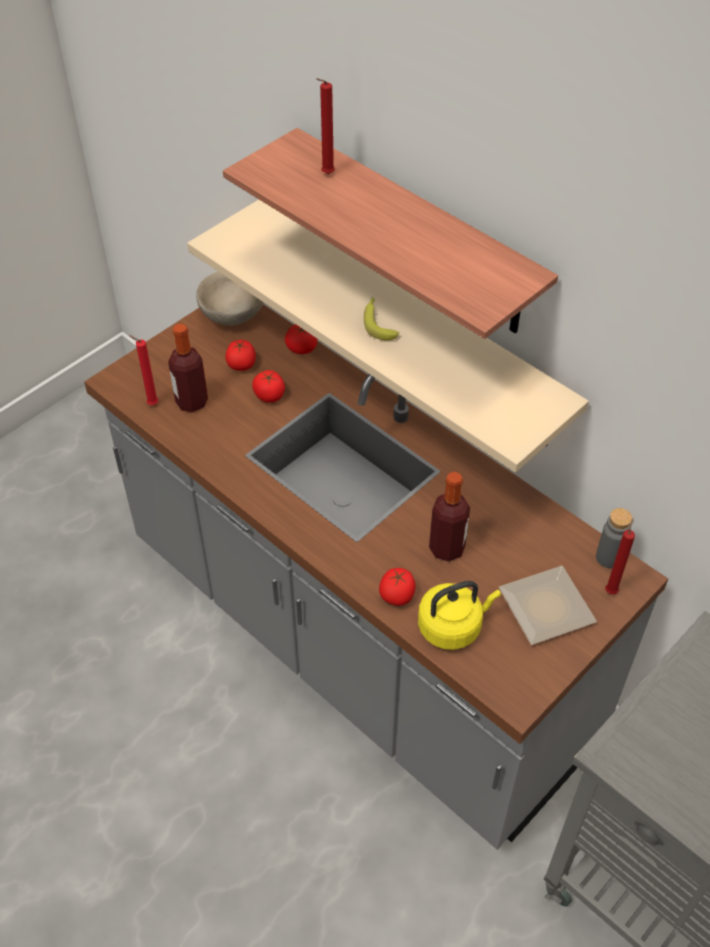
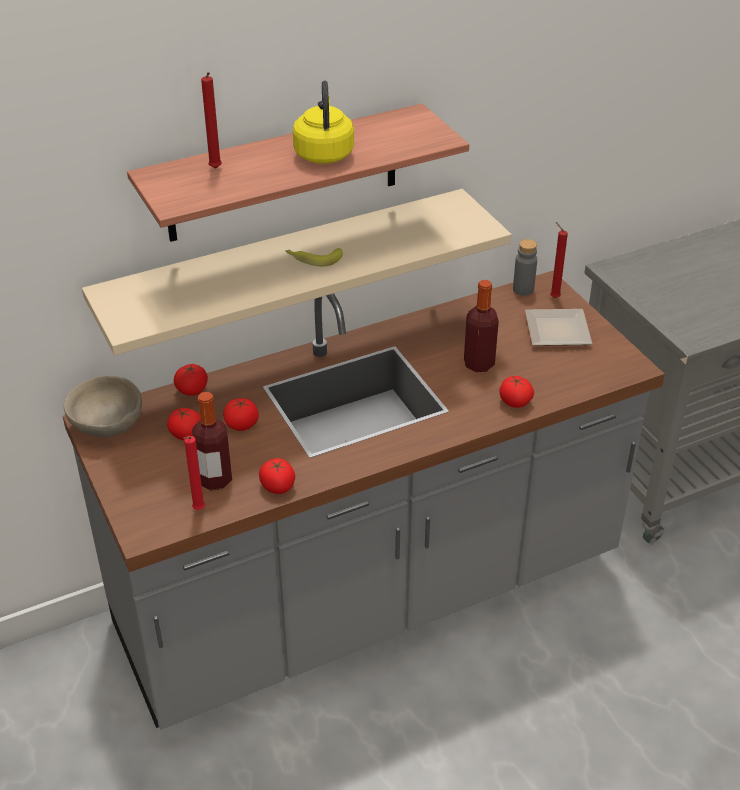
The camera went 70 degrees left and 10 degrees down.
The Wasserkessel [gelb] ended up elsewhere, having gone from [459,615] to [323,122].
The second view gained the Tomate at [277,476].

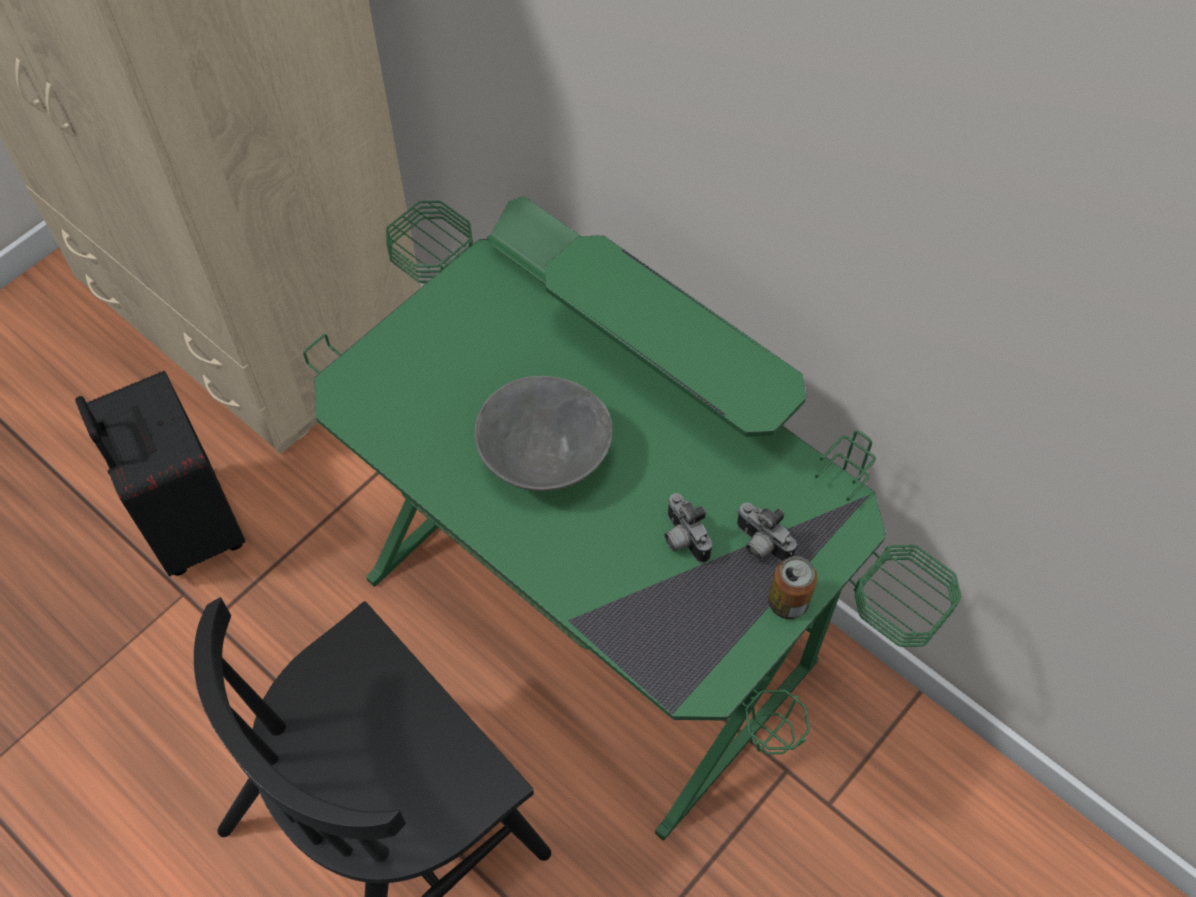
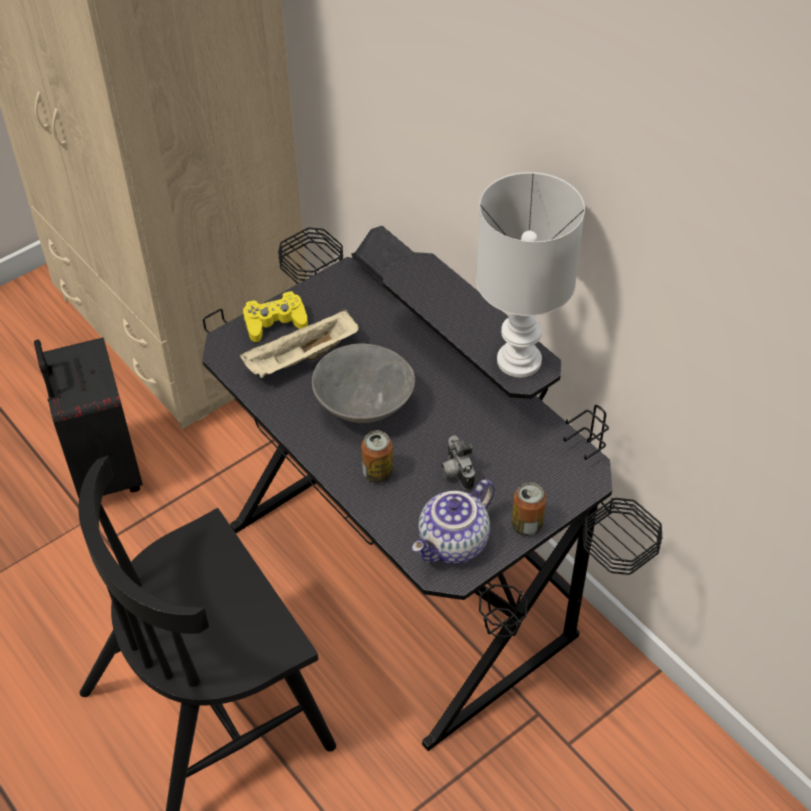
The camera went 10 degrees right and 10 degrees down.
What was the Schreibtisch [grün] at [632,518] turned into the Schreibtisch [schwarz] at [432,488].
The second view lost the Kamera at [767,532].
The second view gained the Tischlampe [weiß] at [530,275].
The second view gained the Gamepad [gelb] at [275,316].
The second view gained the Tablett [beige] at [299,343].
The second view gained the Dose at [377,456].
The second view gained the Teekanne at [453,521].

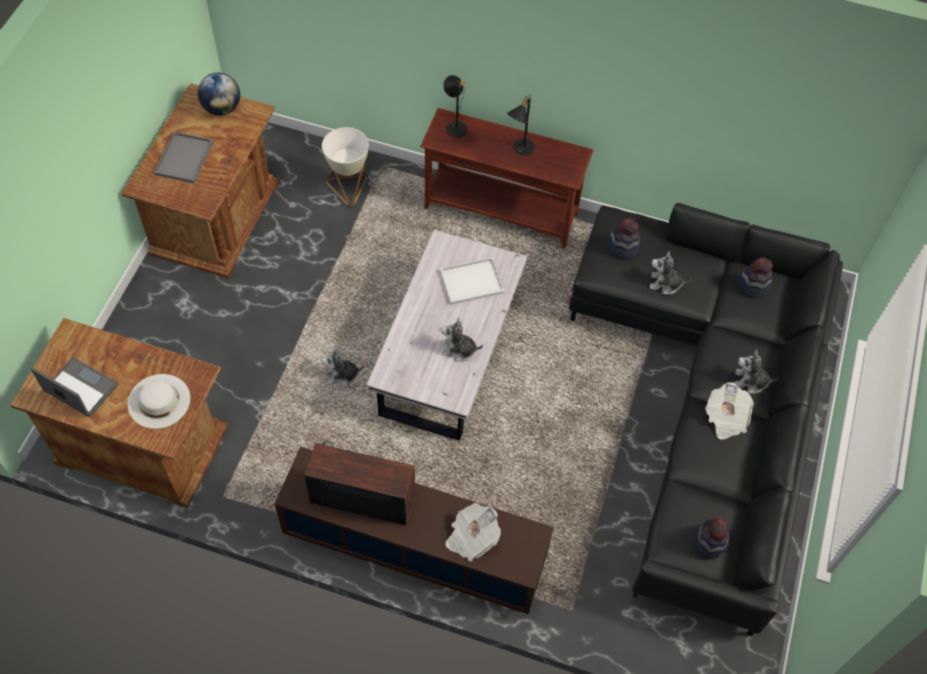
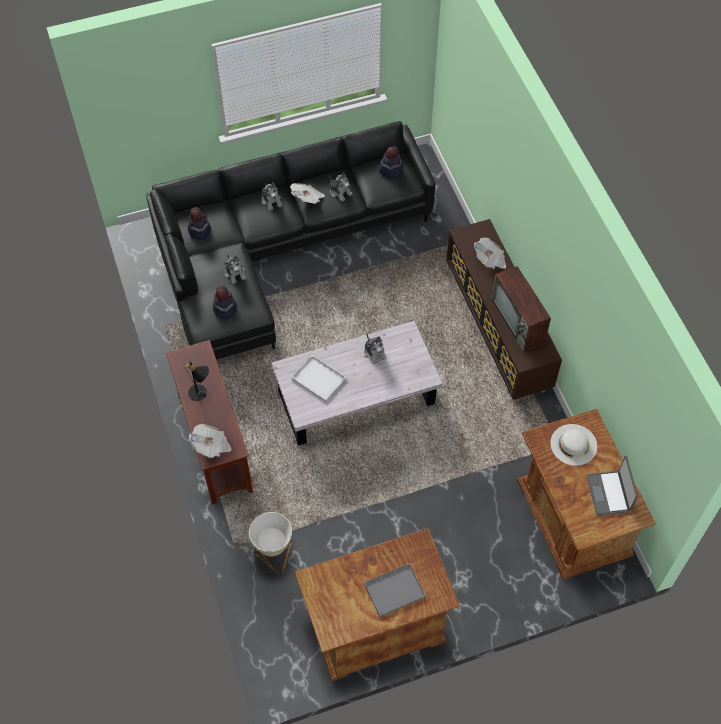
The camera went 125 degrees left and 0 degrees up.
The second view lost the Globus at [219,94].
Where the Tischlampe [schwarz] stood at [455,106], the Zeitung came to stand at [210,441].
The Plüschtier ended up elsewhere, having gone from [342,366] to [341,187].

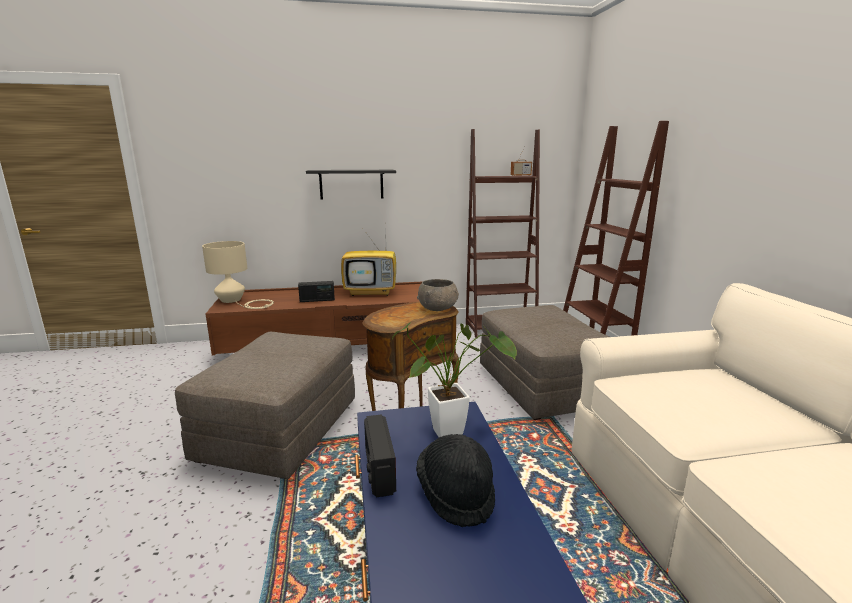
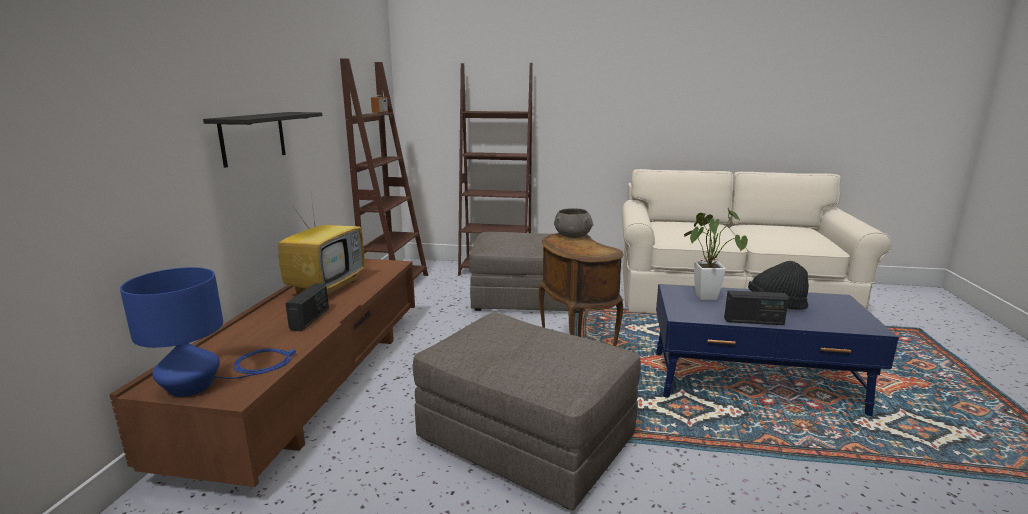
The camera went 70 degrees left and 0 degrees up.
What was the Tischlampe [beige] at [238,275] turned into the Tischlampe [blau] at [208,332].

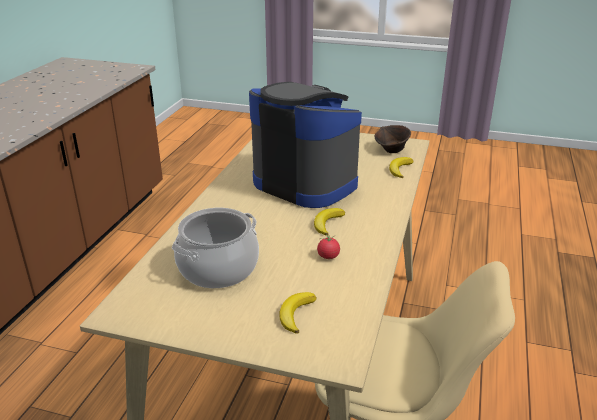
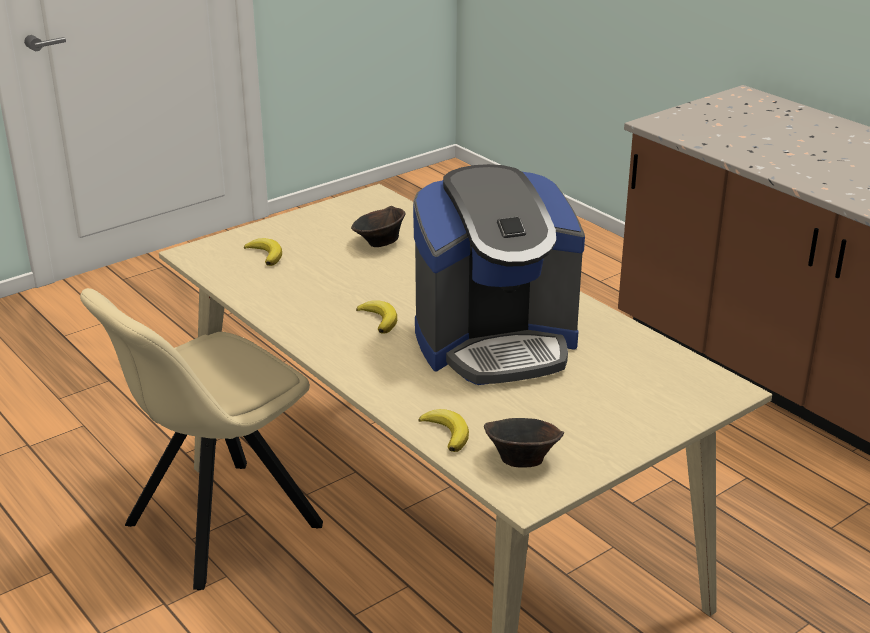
The camera went 125 degrees right and 0 degrees up.
Where the Kochtopf stood at [215,248], the Schüssel [braun] came to stand at [378,226].
The second view lost the Tomate at [328,246].

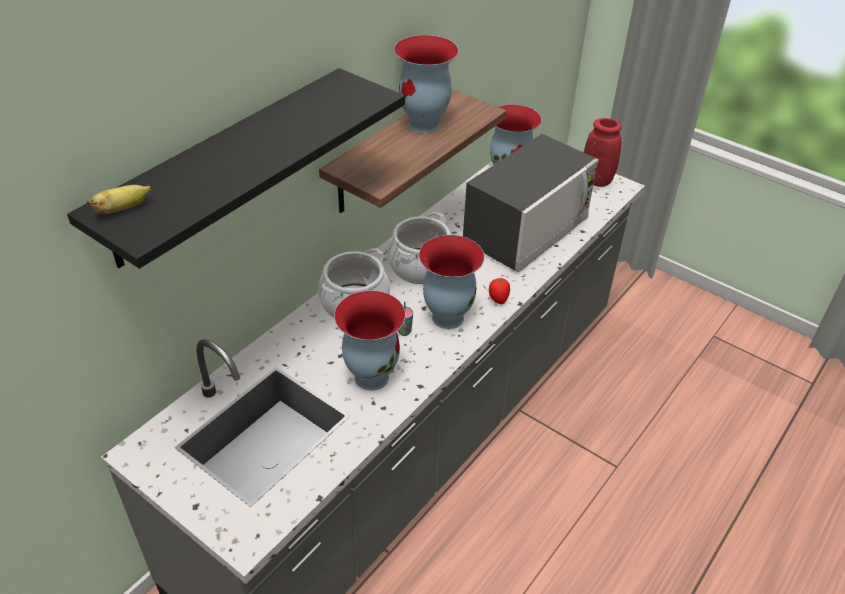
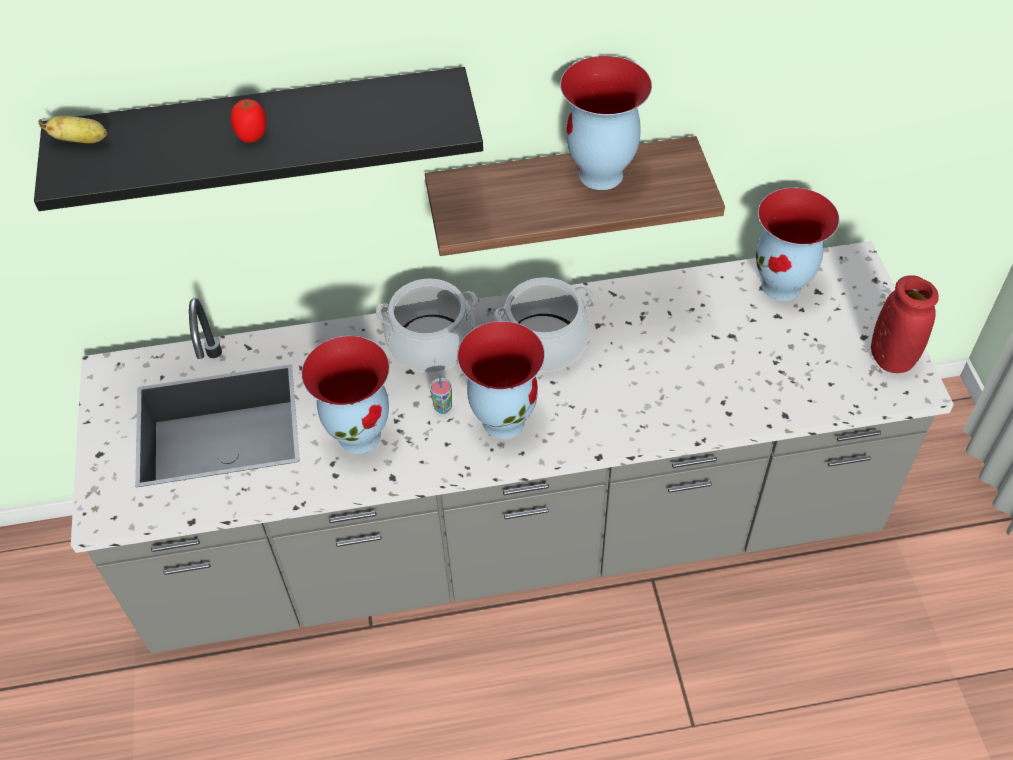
The camera went 45 degrees right and 10 degrees up.
The second view lost the Mikrowelle at [530,203].
The Tomate ended up elsewhere, having gone from [499,291] to [248,121].

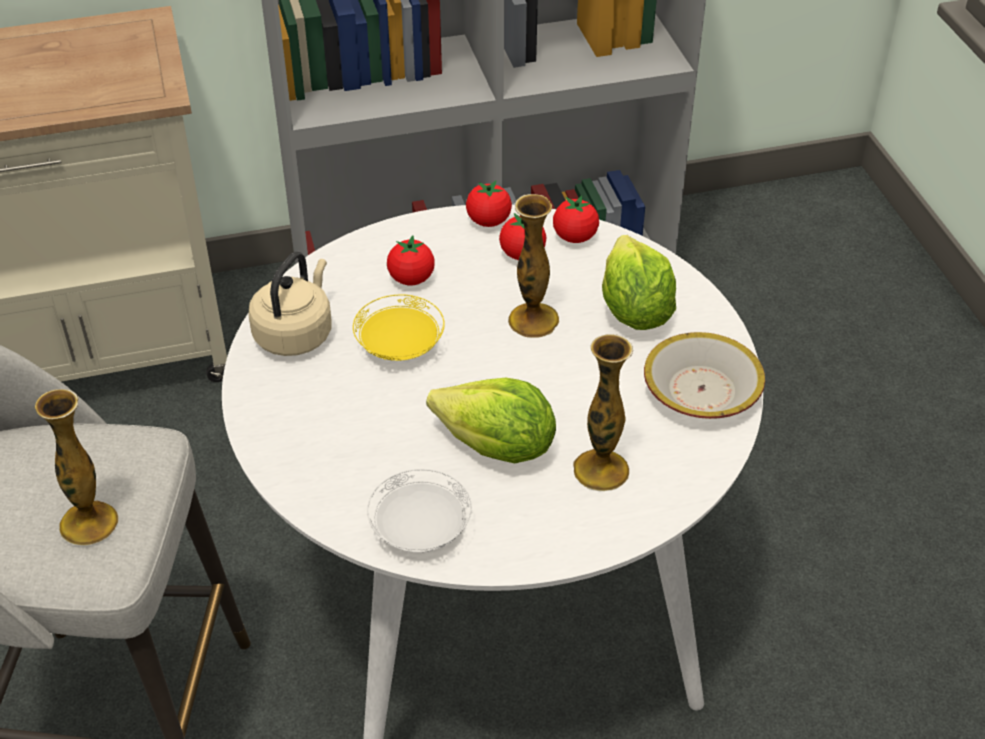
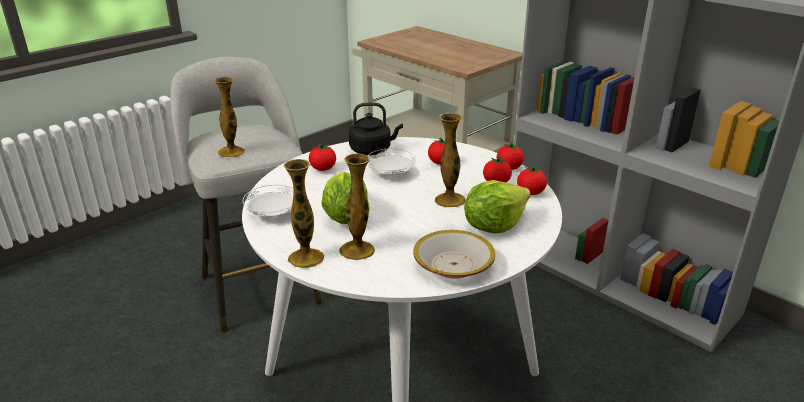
The camera went 60 degrees right and 15 degrees down.
What was the Wasserkessel [beige] at [290,304] turned into the Wasserkessel [schwarz] at [376,128].
What was the Teller [gelb] at [399,327] turned into the Teller [weiß] at [391,161].
The second view gained the Tomate at [322,157].
The second view gained the Vase at [303,213].

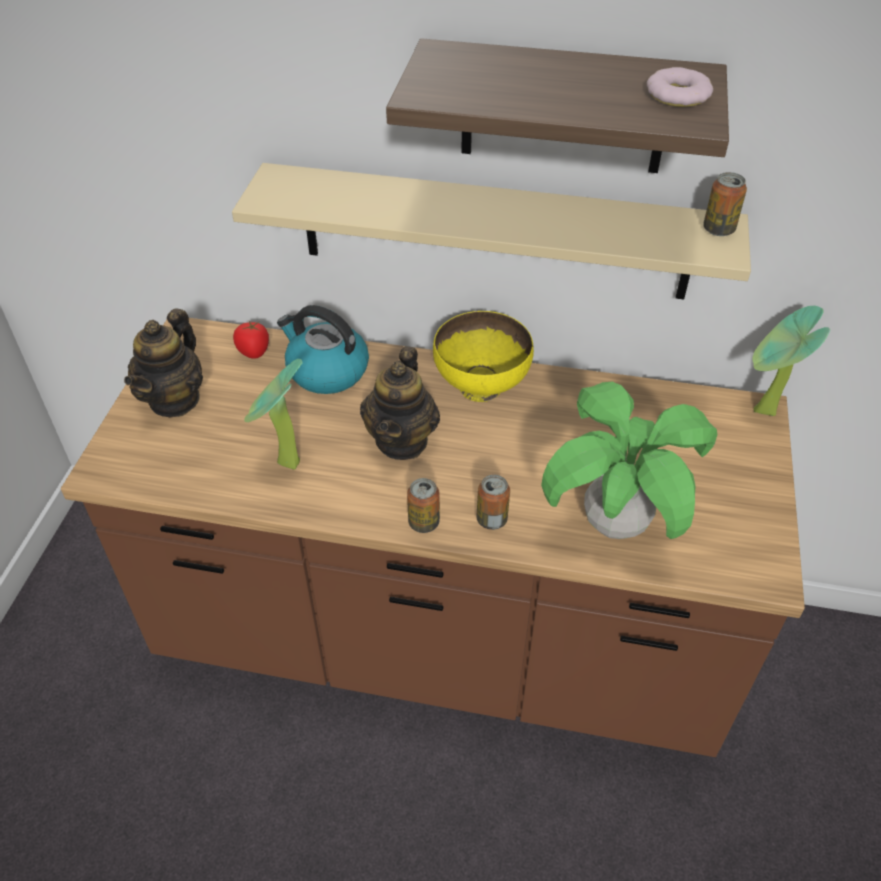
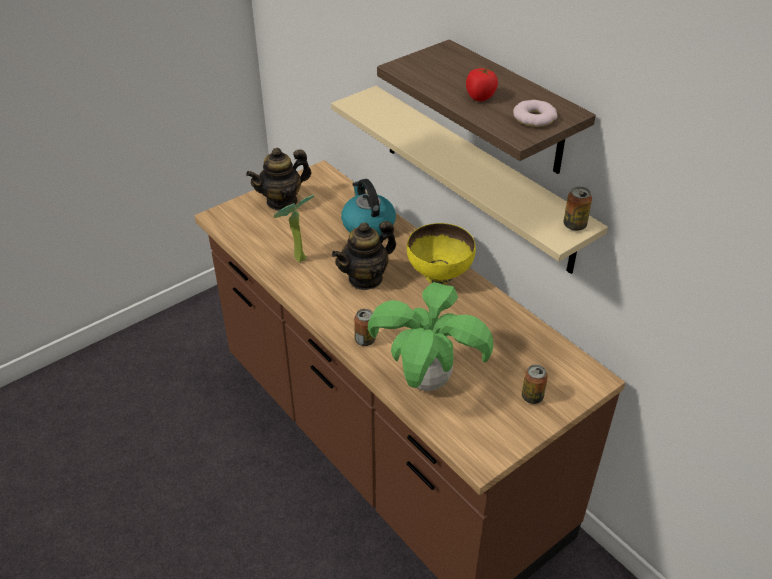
The camera went 40 degrees right and 5 degrees down.
The second view lost the Topfpflanze at [791,361].
The Tomate ended up elsewhere, having gone from [251,340] to [482,84].
The Dose ended up elsewhere, having gone from [423,505] to [535,384].

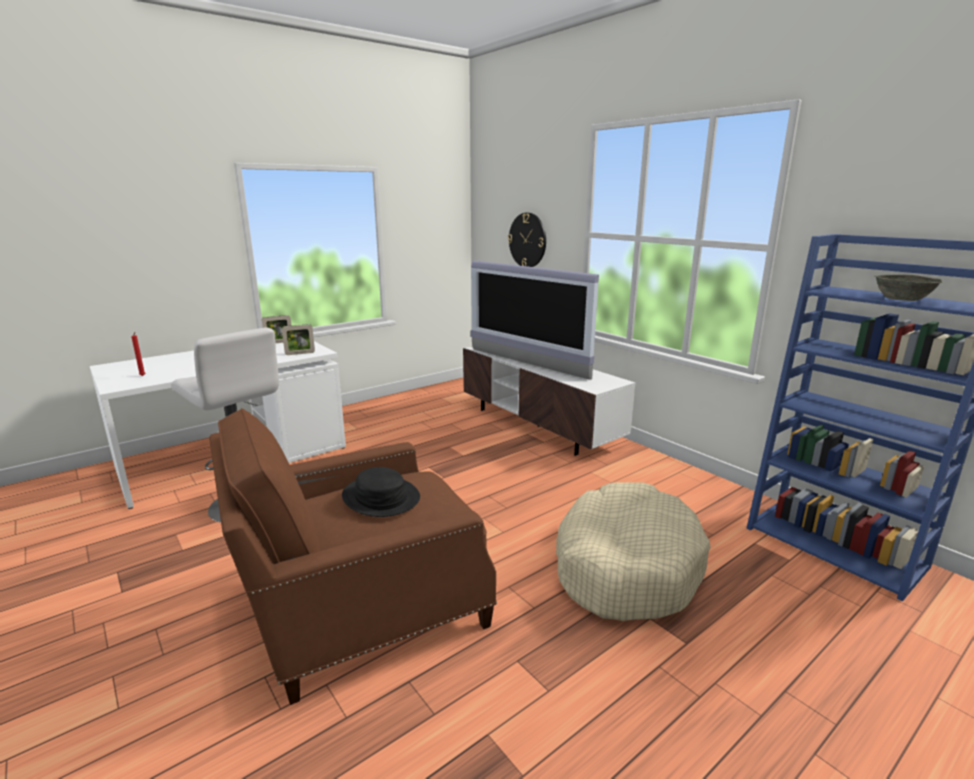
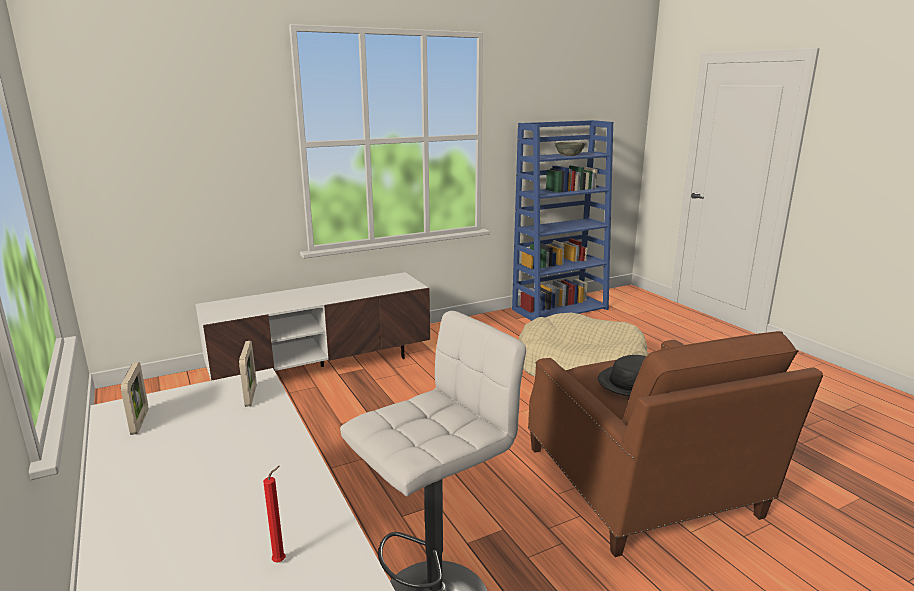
The camera went 80 degrees left and 0 degrees up.
The second view lost the Wanduhr at [527,240].
The second view lost the Fernseher at [535,320].

